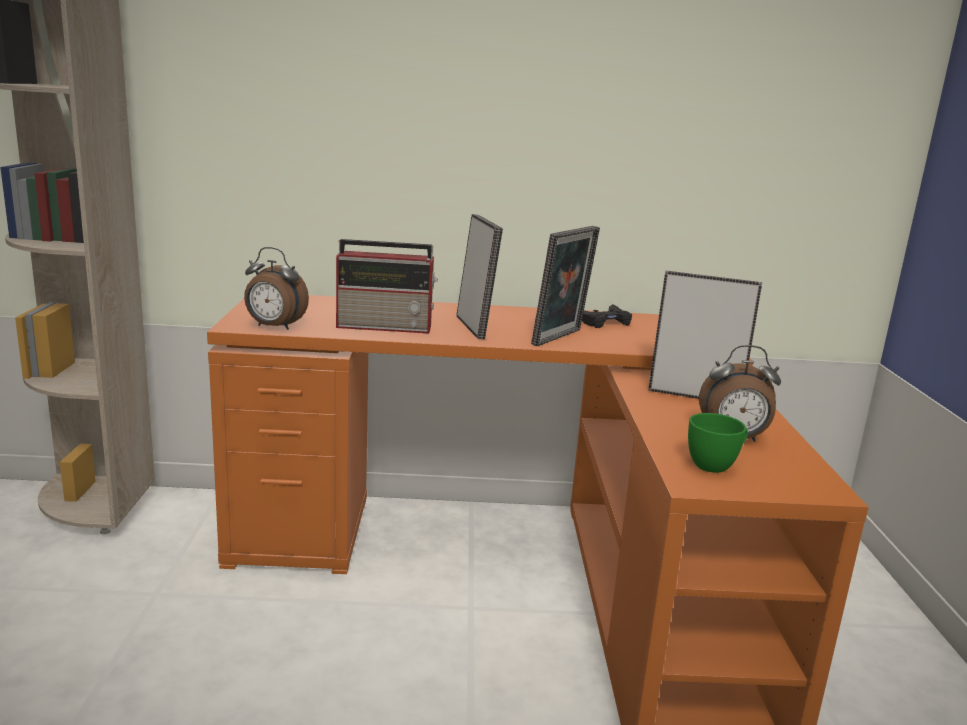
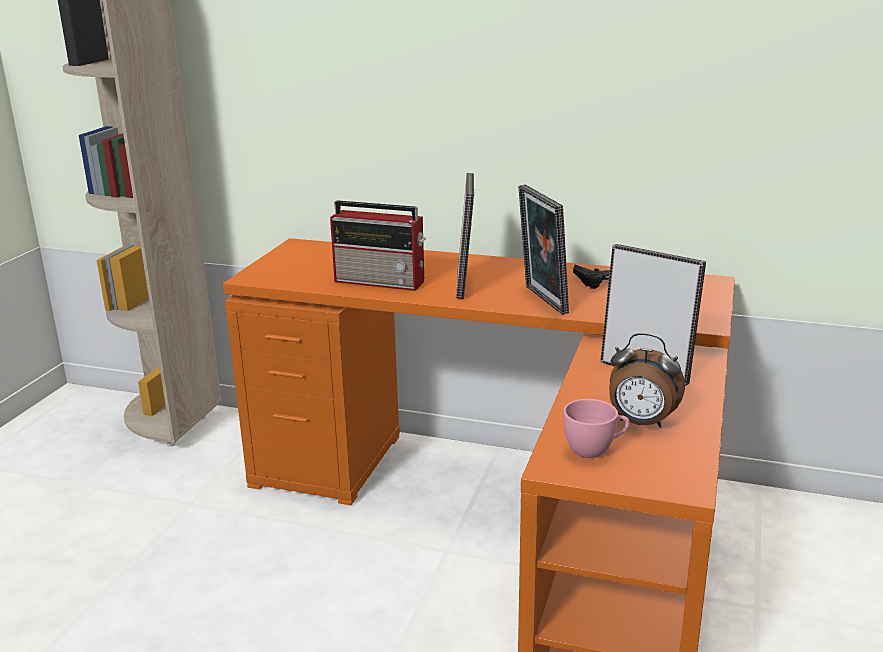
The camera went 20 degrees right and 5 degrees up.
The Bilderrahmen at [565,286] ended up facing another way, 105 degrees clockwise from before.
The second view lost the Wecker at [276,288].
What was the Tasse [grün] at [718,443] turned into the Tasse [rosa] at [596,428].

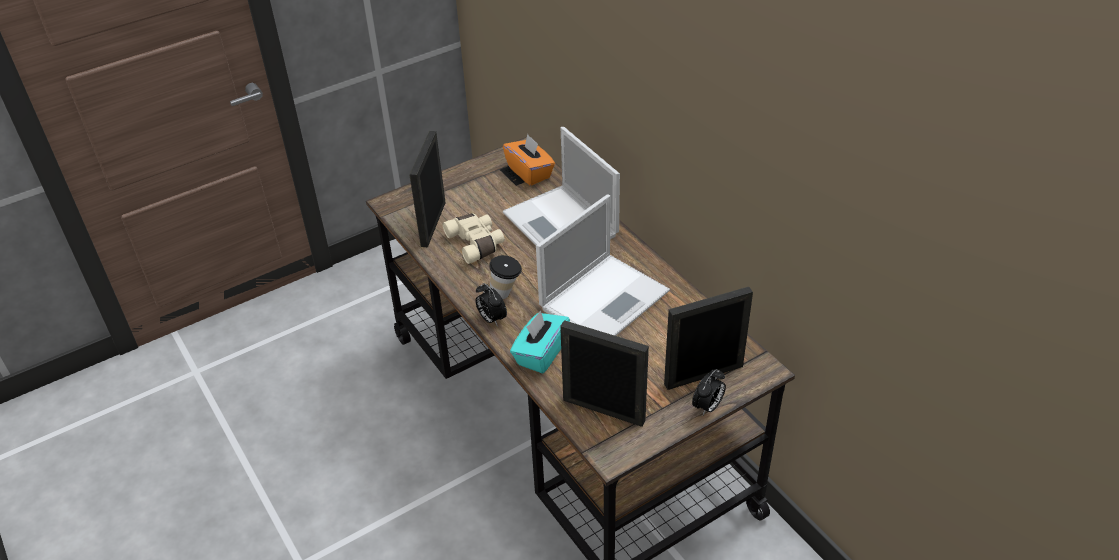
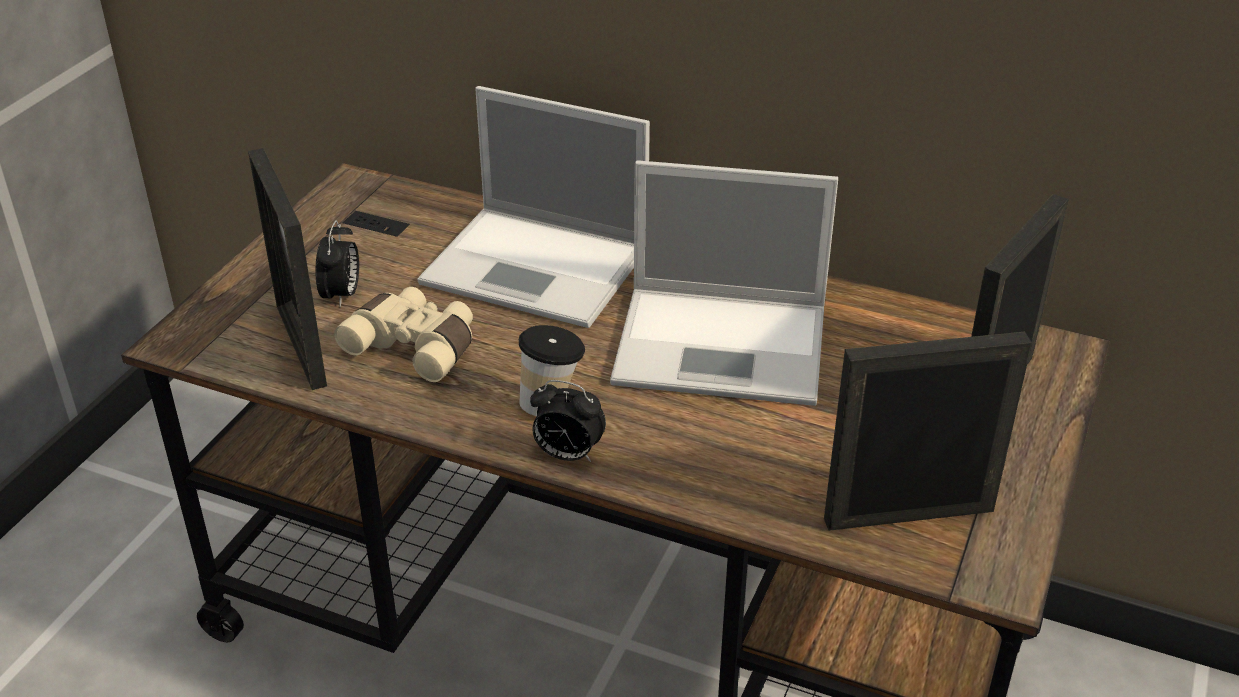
The camera went 35 degrees left and 5 degrees down.
The second view lost the Taschentuchbox [orange] at [529,160].
The Laptop at [603,265] ended up facing another way, 90 degrees clockwise from before.
The second view lost the Taschentuchbox [türkis] at [540,342].
The Wecker ended up elsewhere, having gone from [709,392] to [337,264].

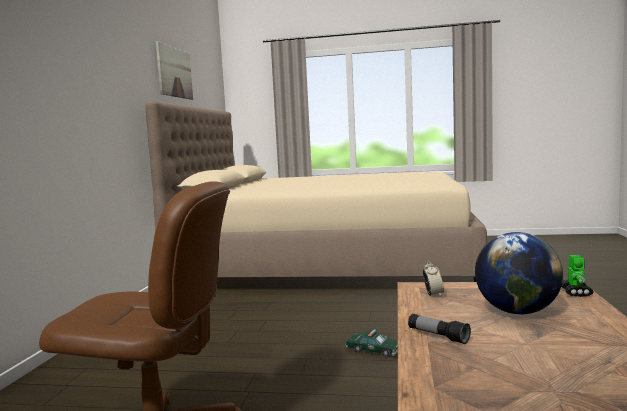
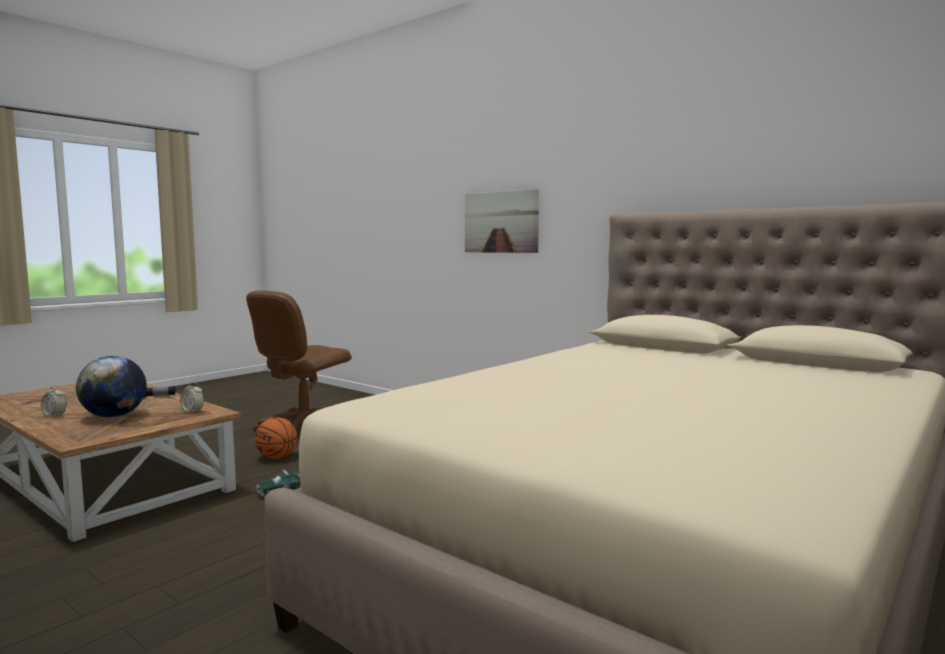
The camera went 120 degrees right and 0 degrees up.
The Bild ended up elsewhere, having gone from [174,70] to [502,221].
The second view lost the Spielzeugroboter at [577,276].
The second view gained the Wecker at [53,401].
The second view gained the Basketball at [276,438].

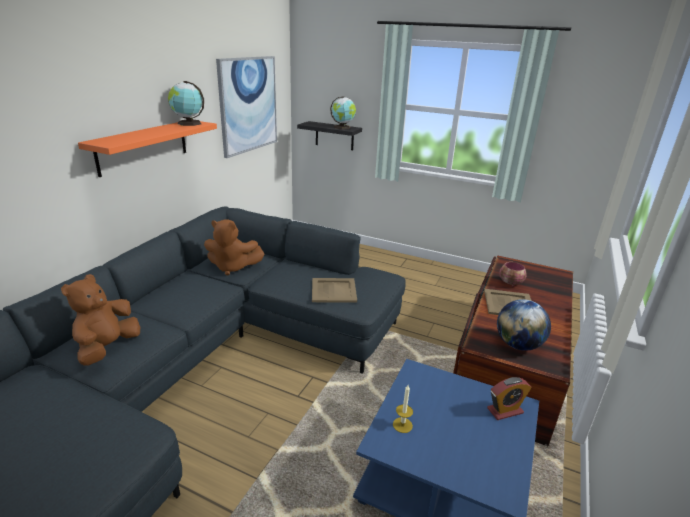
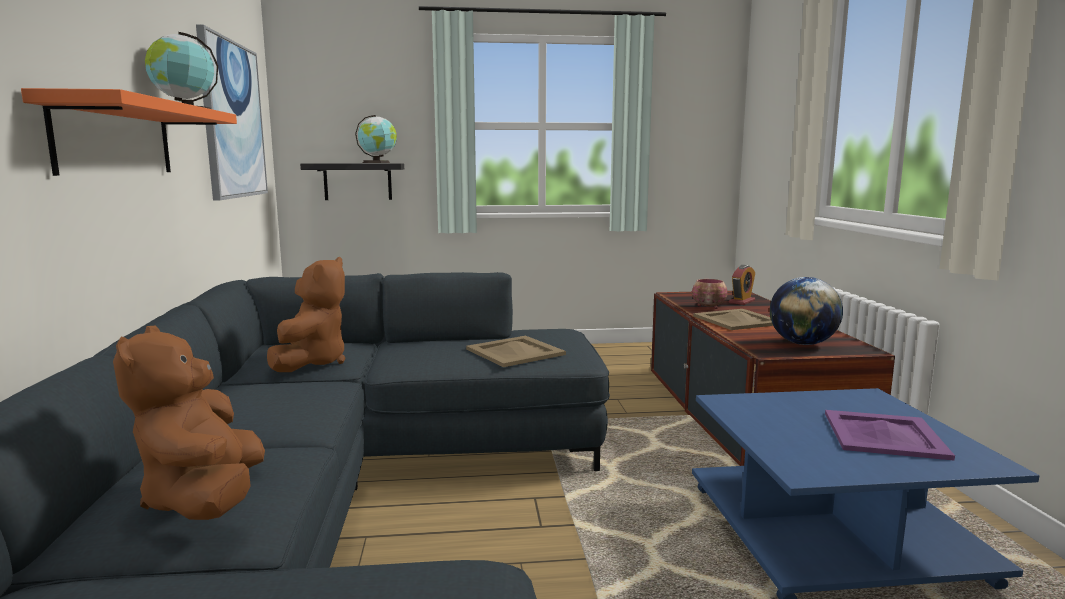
The camera went 30 degrees left and 15 degrees down.
The Plüschtier [braun] at [234,247] ended up facing another way, 60 degrees counterclockwise from before.
The Wecker ended up elsewhere, having gone from [509,398] to [742,285].
The second view lost the Kerze at [403,409].
The second view gained the Tablett [lila] at [890,435].

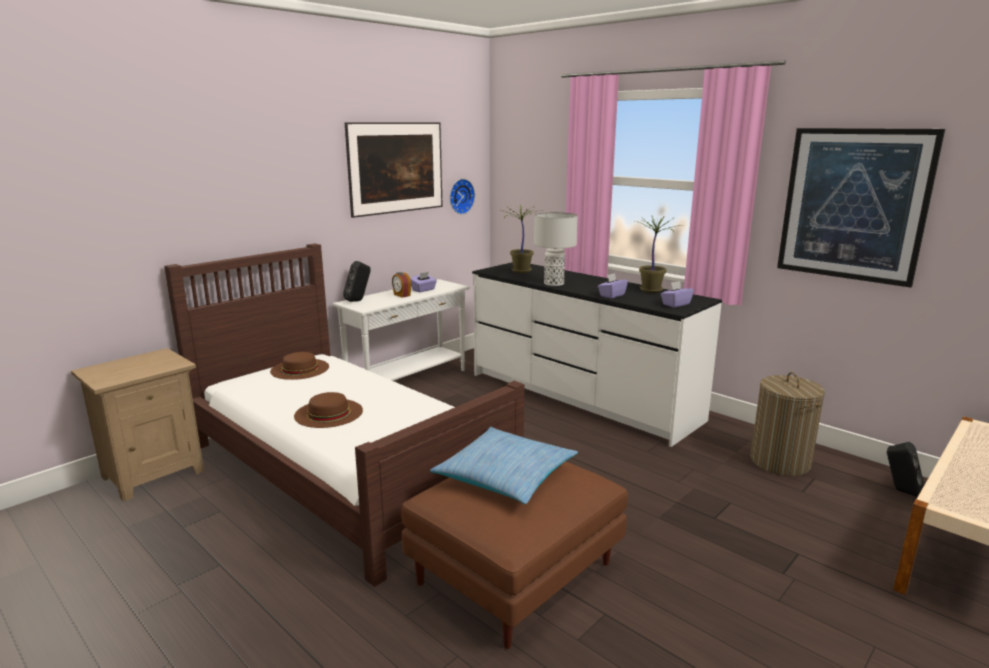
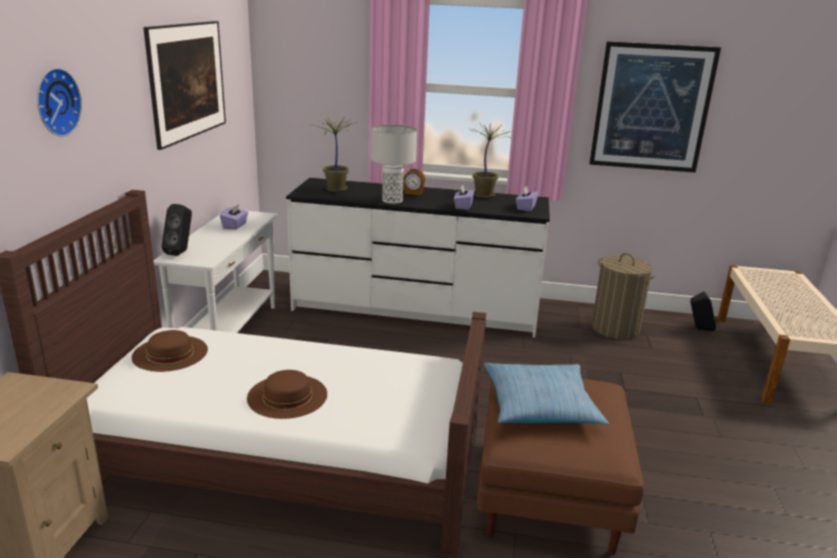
The camera went 35 degrees left and 5 degrees up.
The Wanduhr ended up elsewhere, having gone from [462,196] to [59,102].
The Wecker ended up elsewhere, having gone from [401,285] to [414,182].

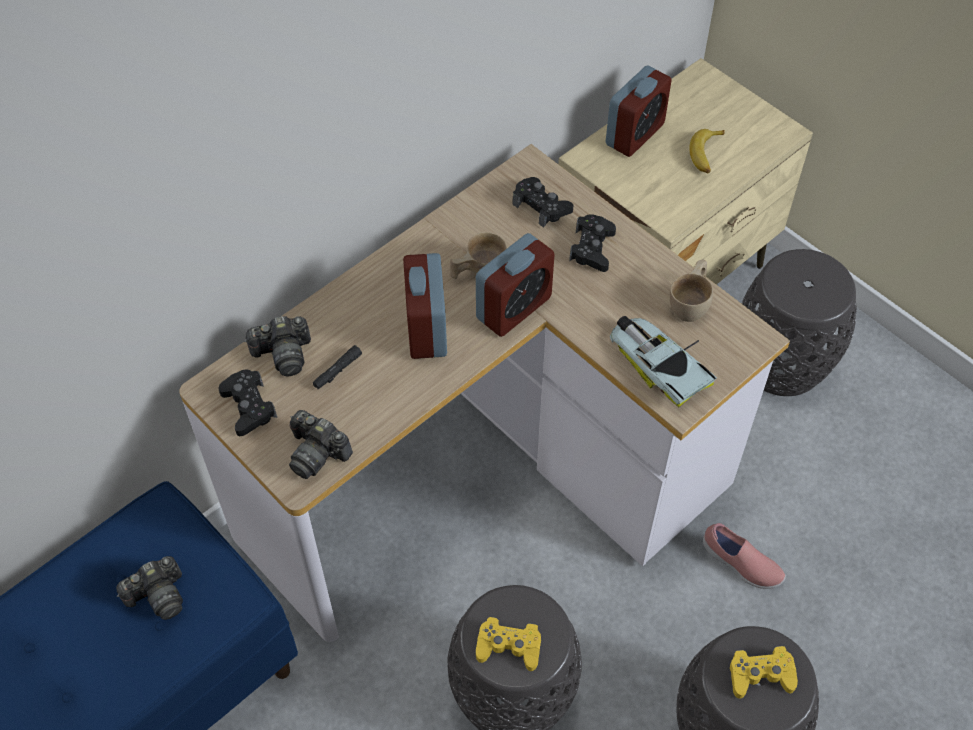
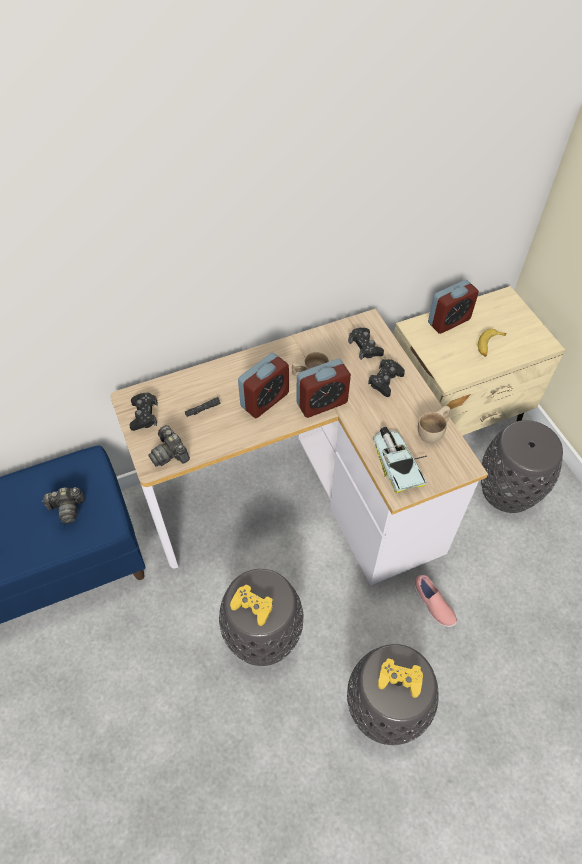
The camera went 20 degrees right and 0 degrees up.
The Wecker at [425,306] ended up facing another way, 150 degrees counterclockwise from before.
The second view lost the Kamera at [277,346].

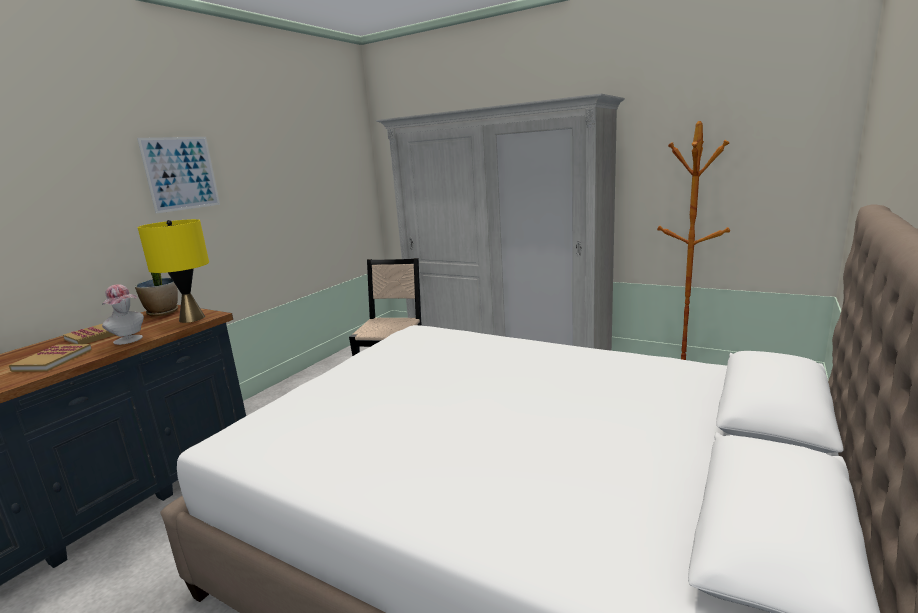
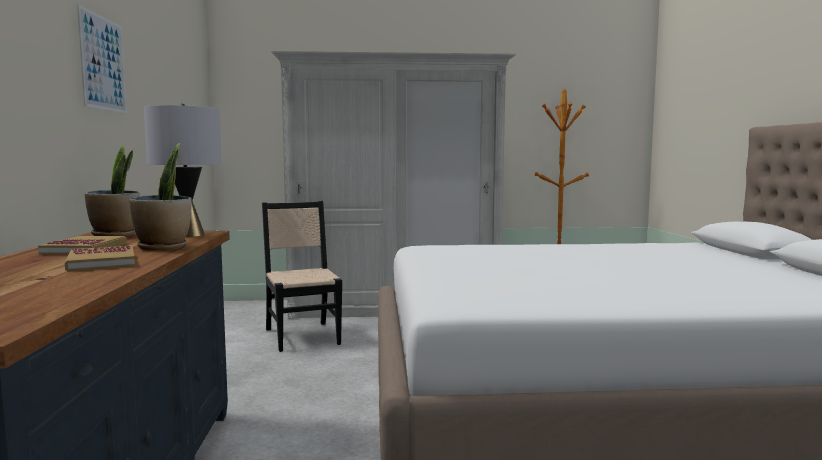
The camera went 35 degrees left and 10 degrees down.
What was the Tischlampe [gelb] at [173,271] turned into the Tischlampe [grau] at [183,170].
Where the Hut stood at [123,314], the Topfpflanze came to stand at [160,197].

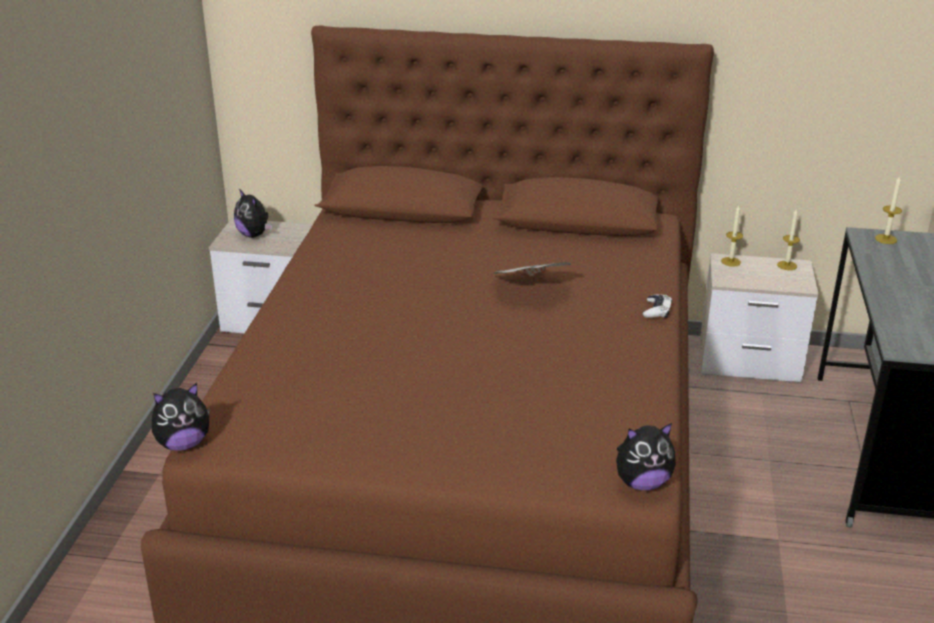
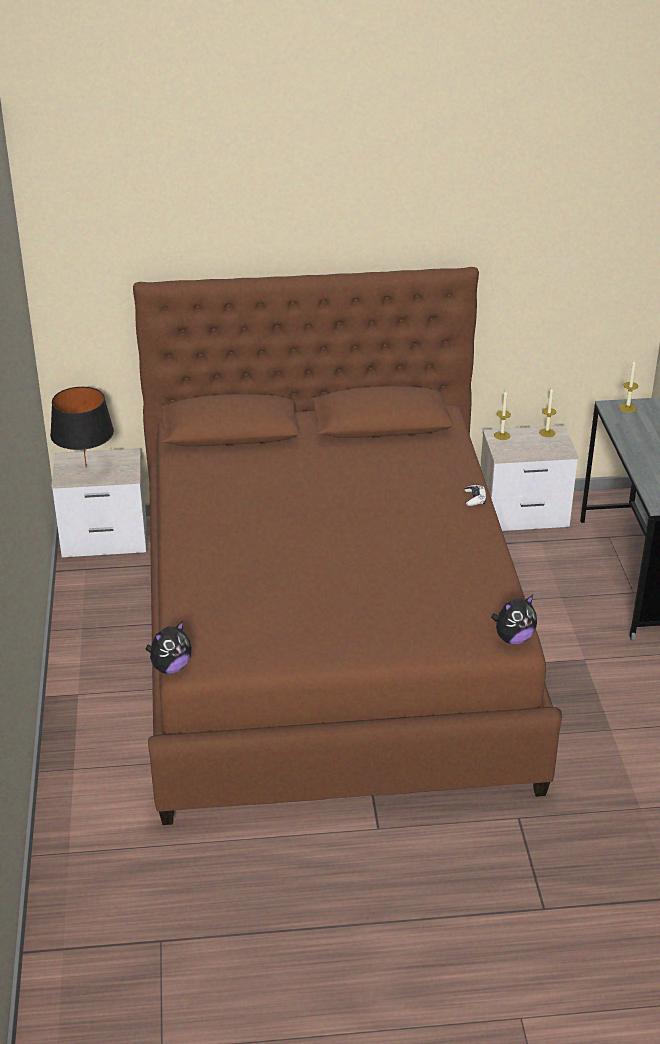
The camera went 15 degrees left and 5 degrees up.
Where the Plüschtier stood at [253,213], the Tischlampe [schwarz] came to stand at [82,427].
The second view lost the Zeitung at [532,269].

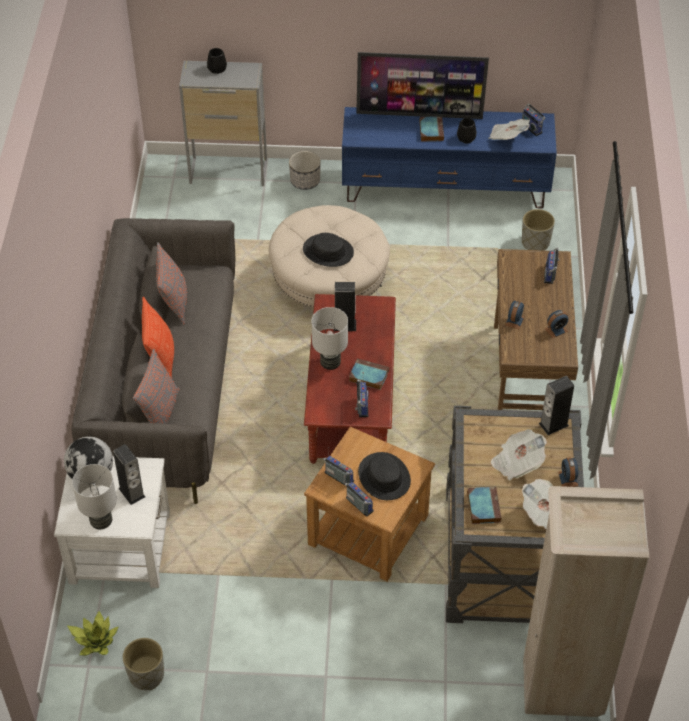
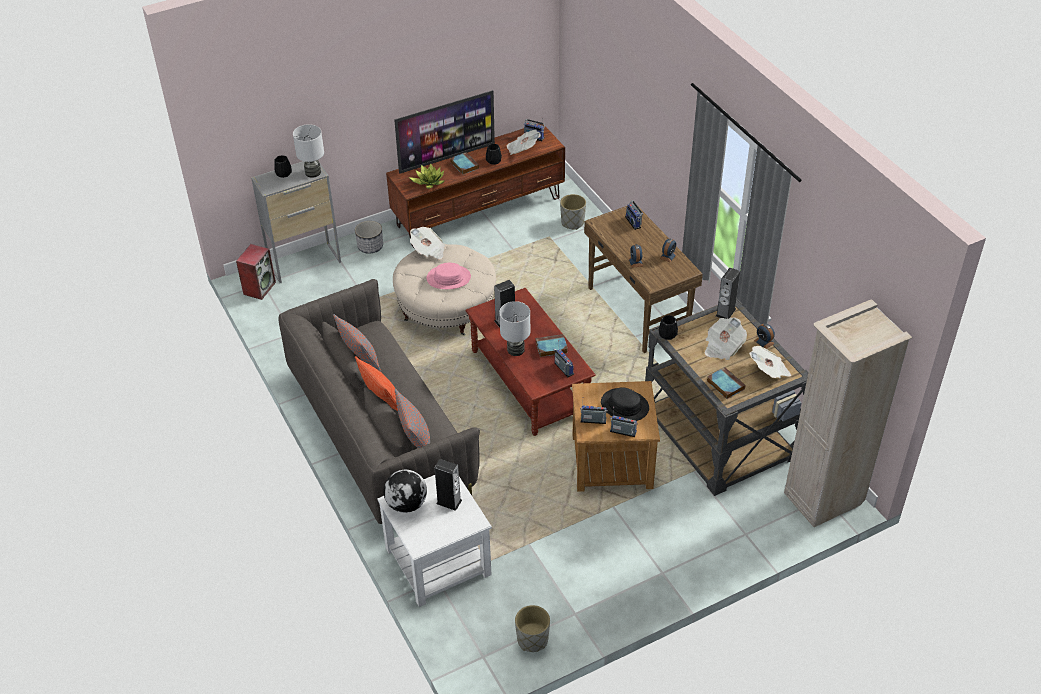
The camera went 30 degrees left and 5 degrees down.
What was the Fernsehschrank [blau] at [449,157] turned into the Fernsehschrank [braun] at [475,185].
What was the Hut [schwarz] at [328,250] turned into the Hut [rosa] at [449,276].
The Tischlampe [grau] ended up elsewhere, having gone from [94,496] to [308,151].
The Topfpflanze ended up elsewhere, having gone from [93,633] to [427,176].
The second view gained the Zeitung at [428,243].
The second view gained the Lautsprecher at [256,272].
The second view gained the Vase [schwarz] at [668,327].

